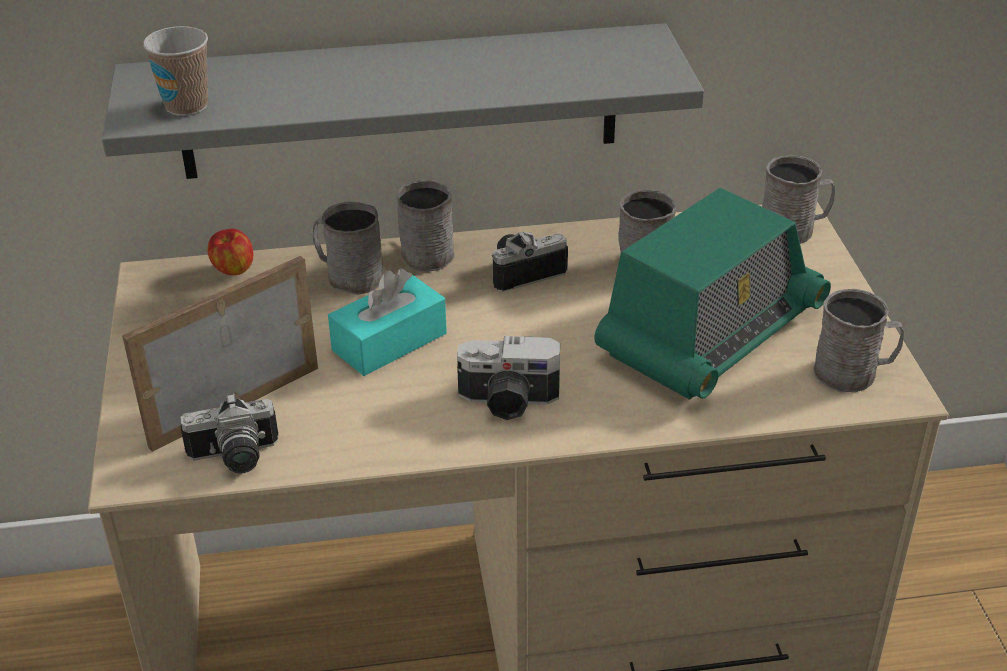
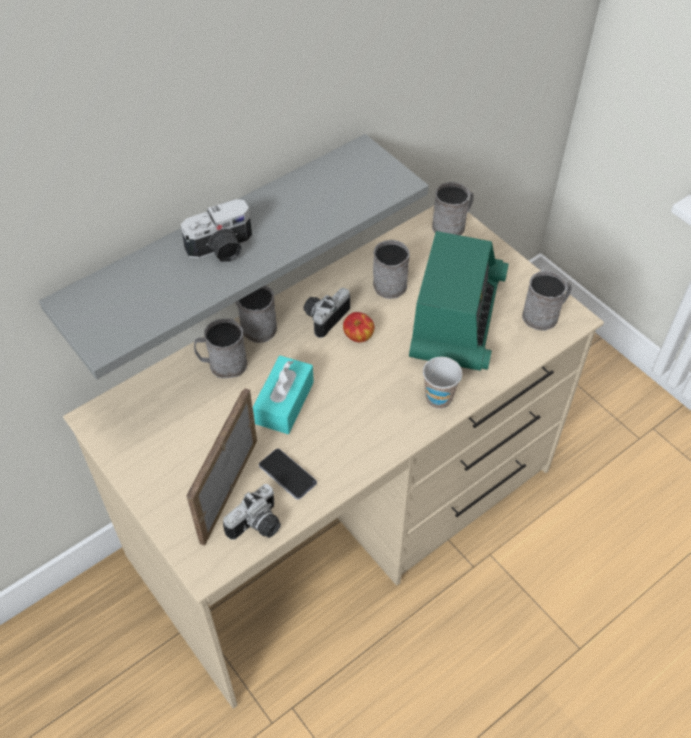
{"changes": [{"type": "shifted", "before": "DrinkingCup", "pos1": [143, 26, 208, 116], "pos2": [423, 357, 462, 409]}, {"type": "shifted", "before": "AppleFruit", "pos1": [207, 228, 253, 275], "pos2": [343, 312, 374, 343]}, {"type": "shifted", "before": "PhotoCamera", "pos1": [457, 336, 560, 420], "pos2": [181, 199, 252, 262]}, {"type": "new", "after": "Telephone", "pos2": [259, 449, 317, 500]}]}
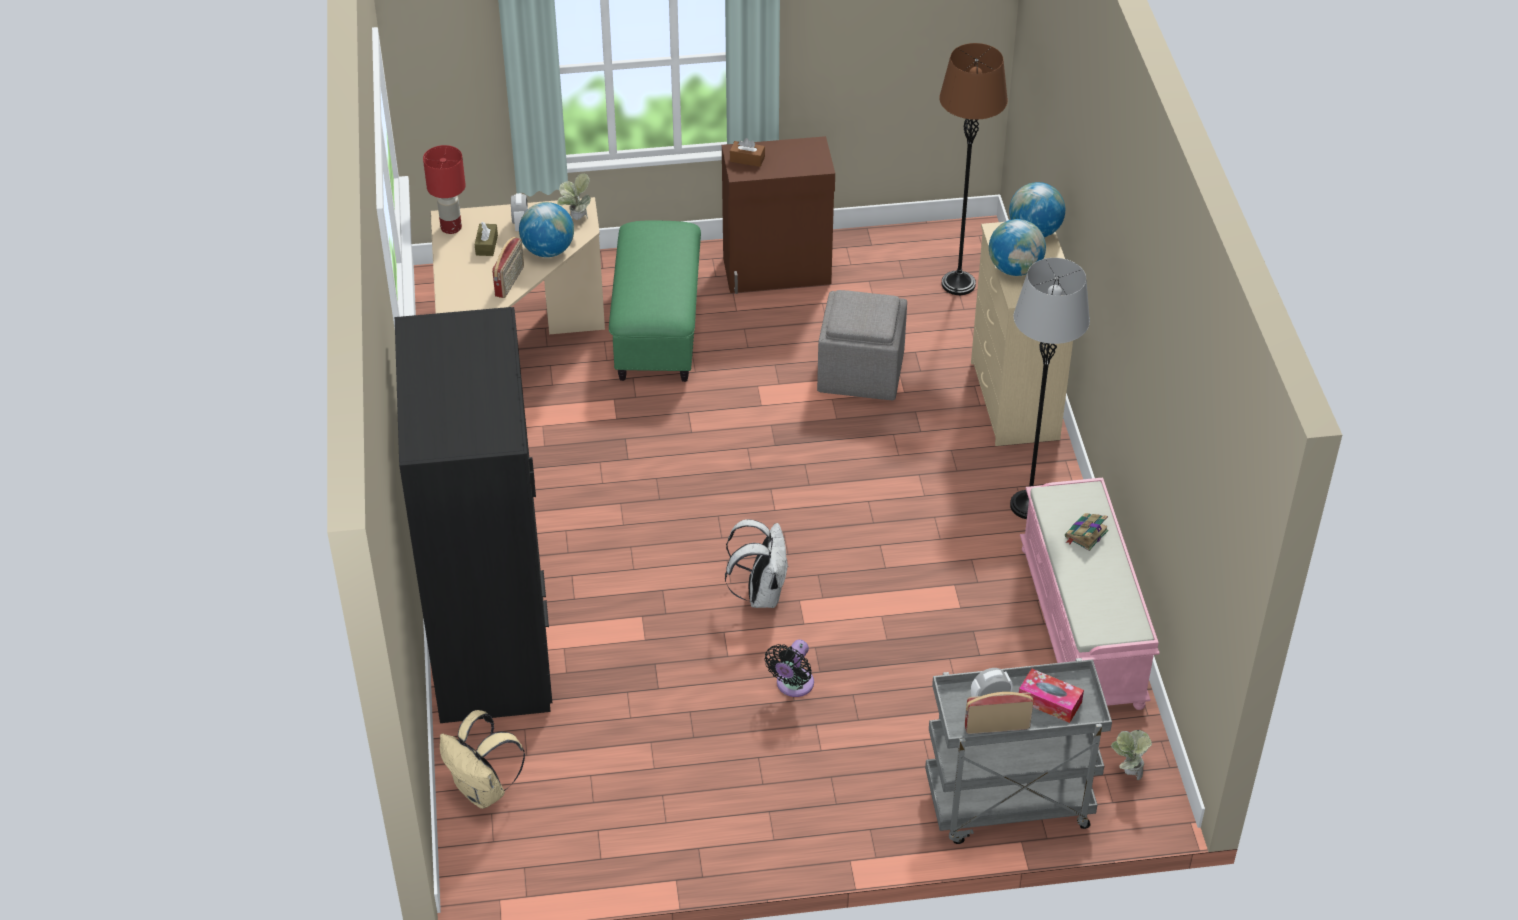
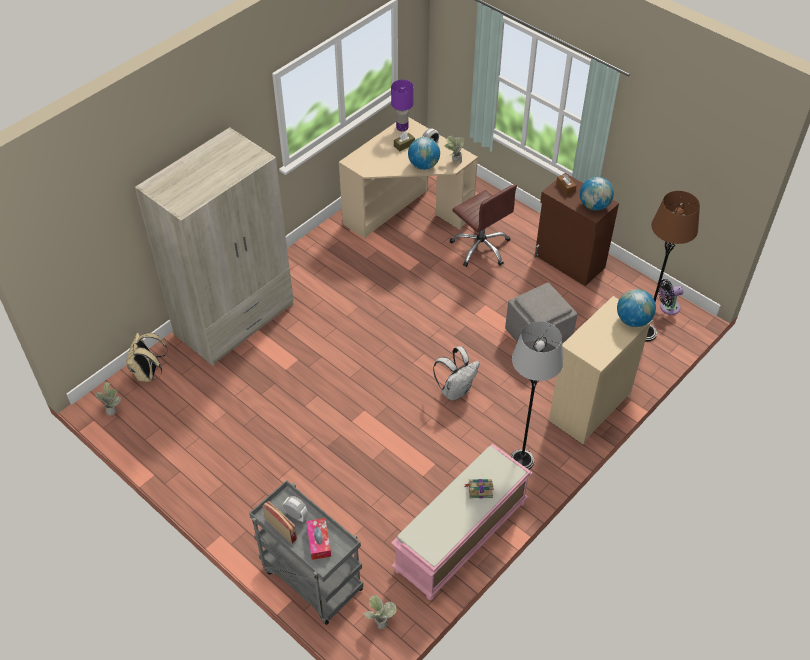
{"changes": [{"type": "repainted", "before": "BlackColouredClothesCupboard", "after": "SandColouredClothesCupboard", "pos1": [395, 307, 552, 723], "pos2": [135, 127, 294, 366]}, {"type": "repainted", "before": "RedColouredTableLamp", "after": "PurpleColouredTableLamp", "pos1": [423, 145, 466, 234], "pos2": [391, 80, 414, 131]}, {"type": "gone", "before": "RadioSet", "pos1": [492, 237, 524, 298]}, {"type": "swapped", "before": "GreenOttoman", "after": "BrownColouredOfficeChair", "pos1": [609, 221, 701, 382], "pos2": [449, 184, 517, 267]}, {"type": "shifted", "before": "WhitishKnapsack", "pos1": [725, 519, 788, 608], "pos2": [433, 346, 480, 401]}, {"type": "shifted", "before": "BlackColouredCoolingFan", "pos1": [764, 639, 814, 697], "pos2": [658, 279, 683, 315]}, {"type": "shifted", "before": "WorldGlobe", "pos1": [989, 219, 1046, 276], "pos2": [580, 177, 614, 211]}, {"type": "new", "after": "Houseplant", "pos2": [95, 382, 121, 416]}]}
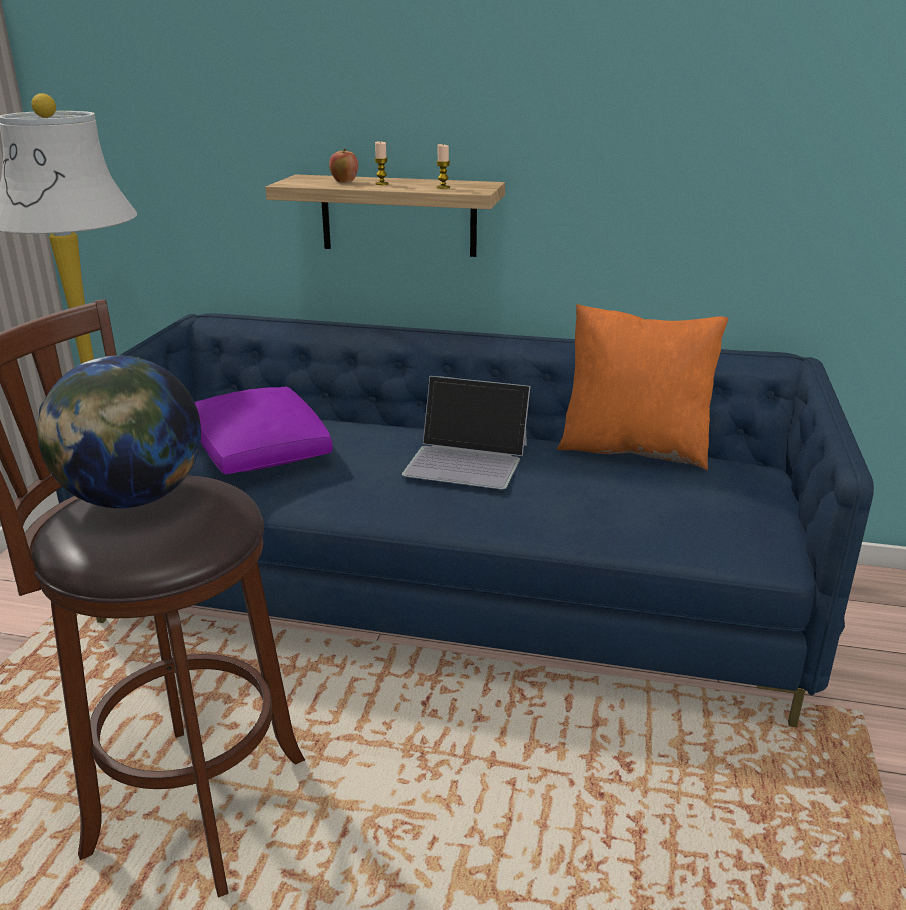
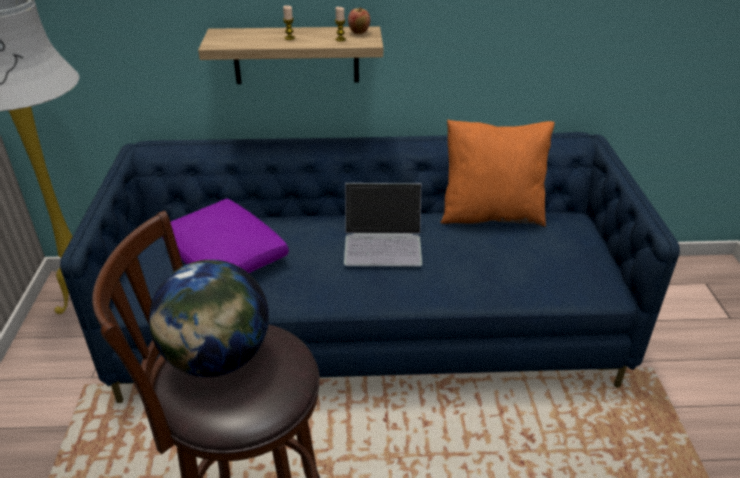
{"changes": [{"type": "shifted", "before": "AppleFruit", "pos1": [329, 149, 358, 183], "pos2": [348, 8, 370, 34]}]}
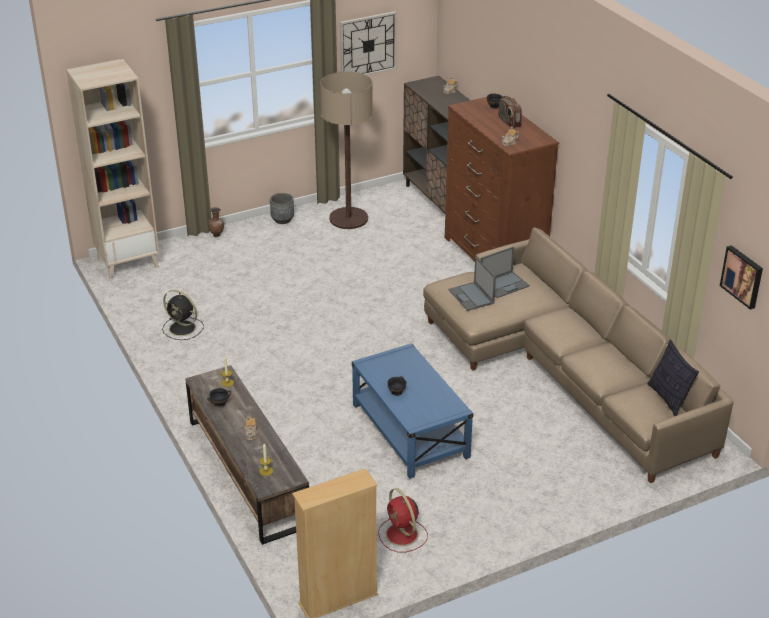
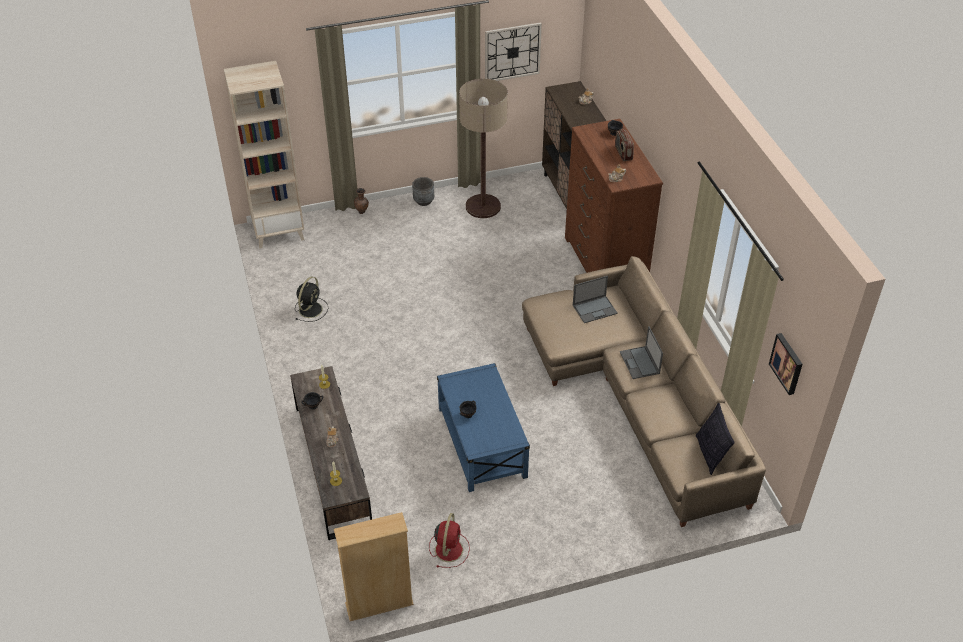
{"changes": [{"type": "rotated", "before": "BlackColouredCoolingFan", "pos1": [162, 290, 204, 340], "pos2": [295, 277, 328, 322], "turn": -105}, {"type": "rotated", "before": "RedColouredCoolingFan", "pos1": [378, 488, 428, 553], "pos2": [429, 513, 470, 568], "turn": -150}, {"type": "shifted", "before": "Laptop", "pos1": [448, 257, 496, 311], "pos2": [620, 326, 663, 379]}]}
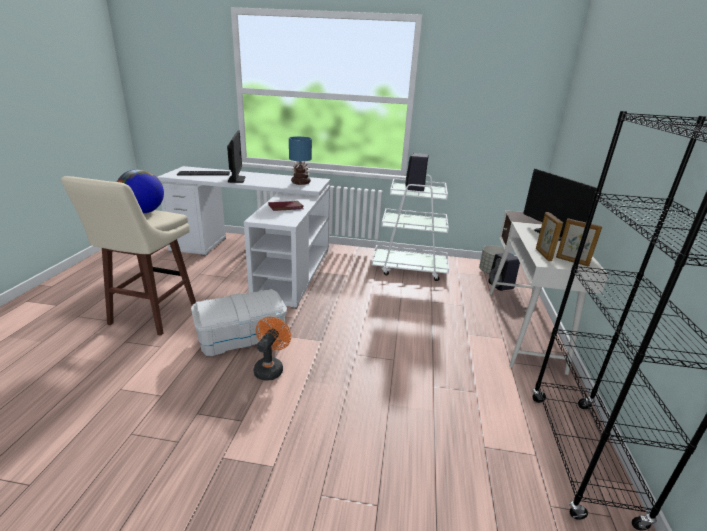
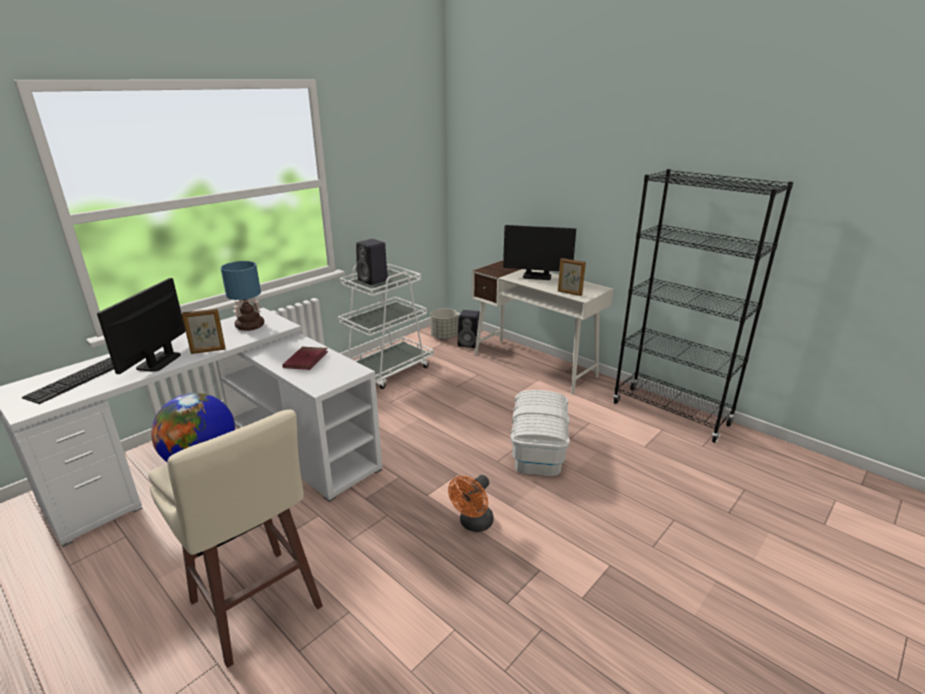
{"changes": [{"type": "shifted", "before": "WhitishStorageBox", "pos1": [191, 289, 287, 356], "pos2": [510, 390, 570, 476]}, {"type": "rotated", "before": "ComputerDisplay", "pos1": [227, 130, 245, 183], "pos2": [97, 278, 186, 374], "turn": -105}, {"type": "rotated", "before": "OrangeyCoolingFan", "pos1": [254, 317, 291, 381], "pos2": [448, 475, 494, 532], "turn": -105}, {"type": "shifted", "before": "PictureFrame", "pos1": [556, 218, 602, 267], "pos2": [182, 309, 225, 354]}]}
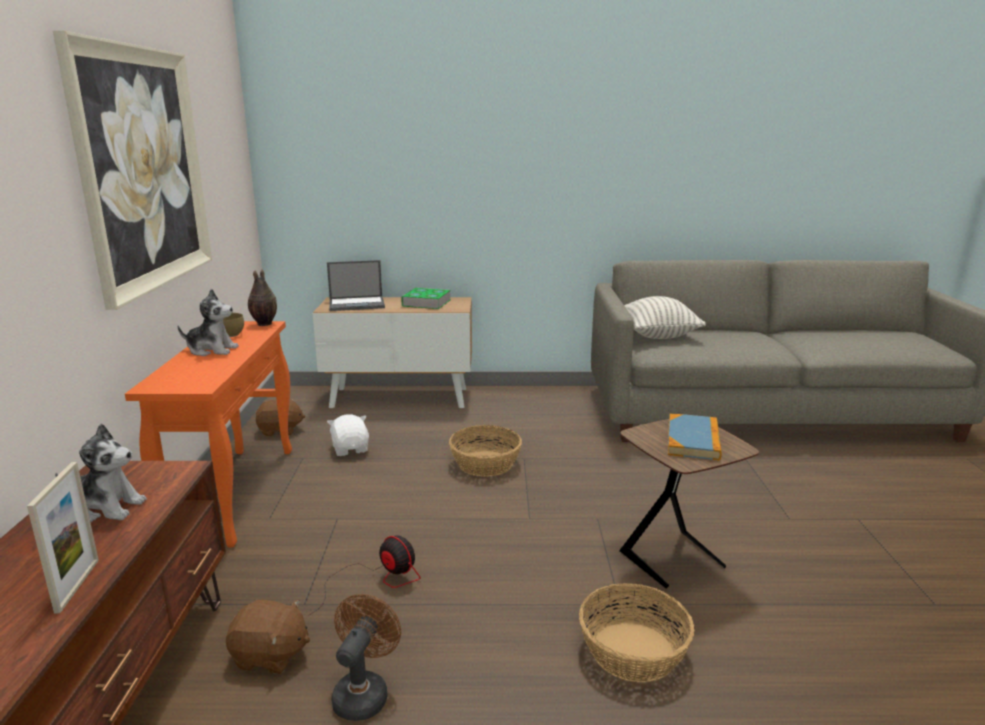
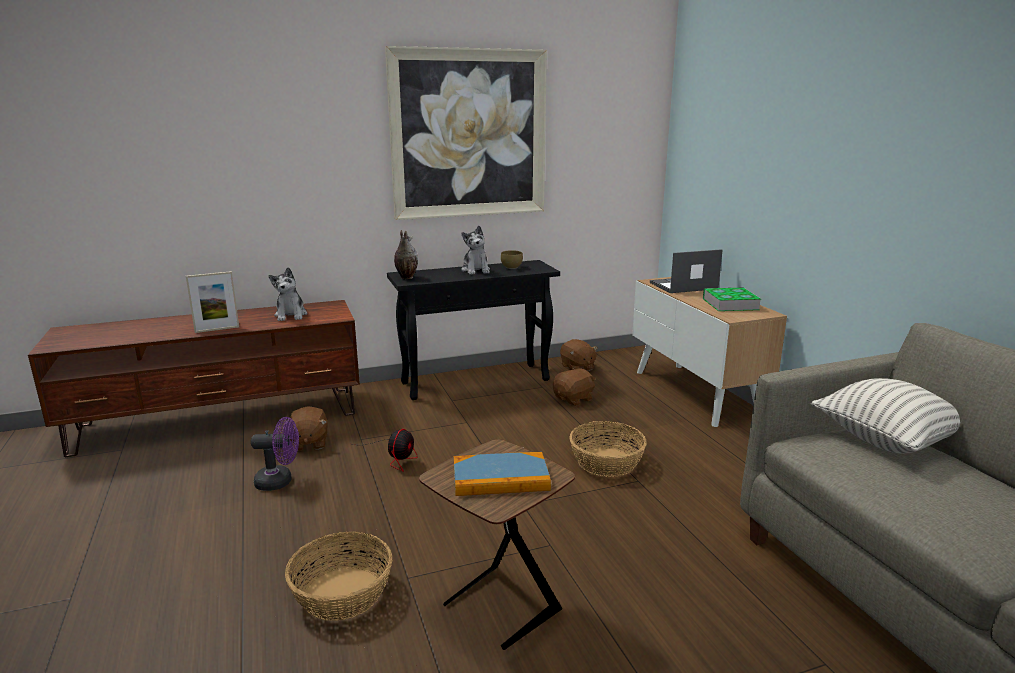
{"changes": [{"type": "repainted", "before": "OrangeyNarrowTable", "after": "BlackColouredNarrowTable", "pos1": [125, 321, 292, 547], "pos2": [387, 260, 560, 400]}, {"type": "shifted", "before": "Vase", "pos1": [248, 270, 277, 326], "pos2": [394, 230, 418, 279]}, {"type": "rotated", "before": "Laptop", "pos1": [327, 260, 385, 311], "pos2": [650, 249, 723, 293], "turn": 105}, {"type": "repainted", "before": "WhitishSoftToy", "after": "BrownColouredSoftToy", "pos1": [327, 414, 369, 456], "pos2": [553, 367, 596, 406]}, {"type": "repainted", "before": "BrownColouredCoolingFan", "after": "PurpleColouredCoolingFan", "pos1": [332, 594, 401, 721], "pos2": [251, 417, 299, 491]}]}
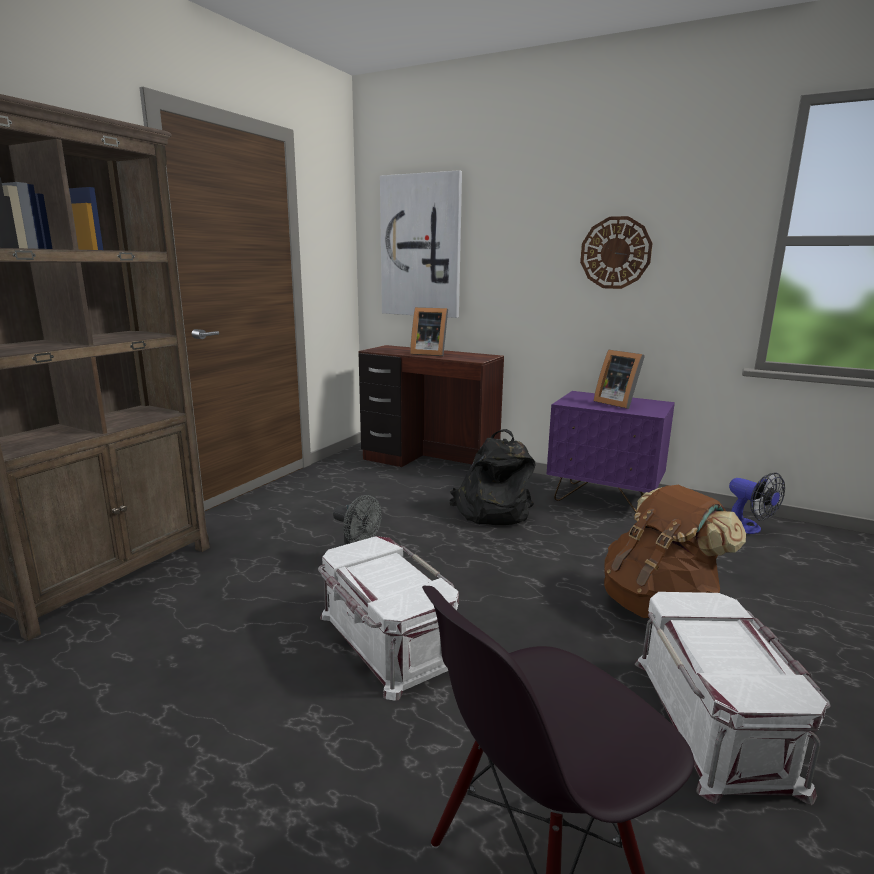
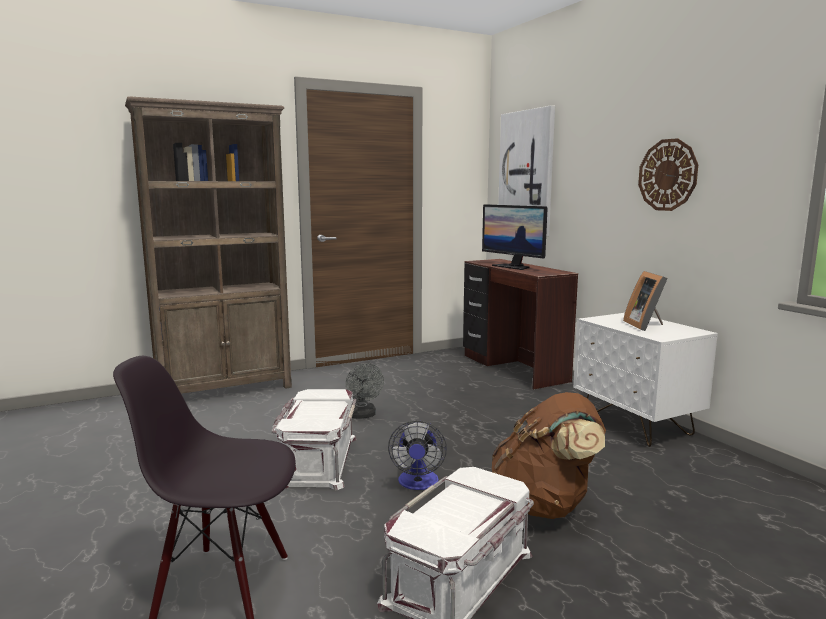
{"changes": [{"type": "swapped", "before": "PictureFrame", "after": "ComputerDisplay", "pos1": [410, 307, 448, 356], "pos2": [482, 204, 548, 270]}, {"type": "gone", "before": "BlackColouredKnapsack", "pos1": [450, 429, 536, 525]}, {"type": "repainted", "before": "PurpleColouredNightTable", "after": "WhitishNightTable", "pos1": [546, 391, 675, 513], "pos2": [573, 313, 718, 447]}, {"type": "shifted", "before": "CoolingFan", "pos1": [729, 473, 785, 534], "pos2": [388, 421, 447, 490]}]}
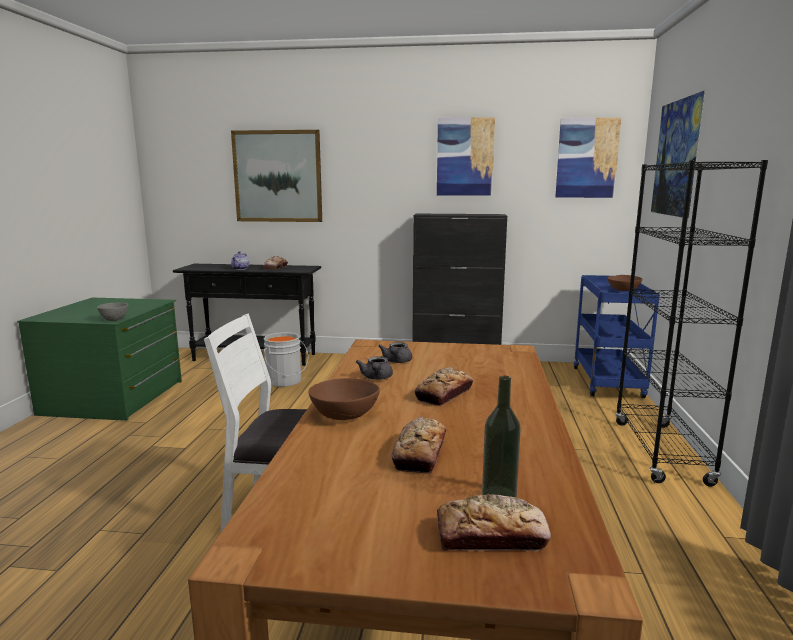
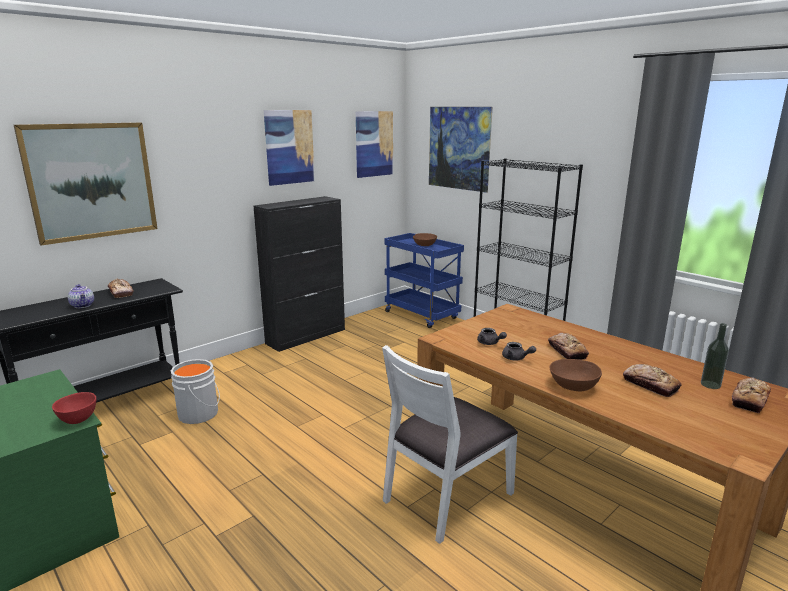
{"changes": [{"type": "repainted", "before": "GreyishServingBowl", "after": "RedColouredServingBowl", "pos1": [97, 303, 128, 321], "pos2": [52, 392, 96, 424]}]}
